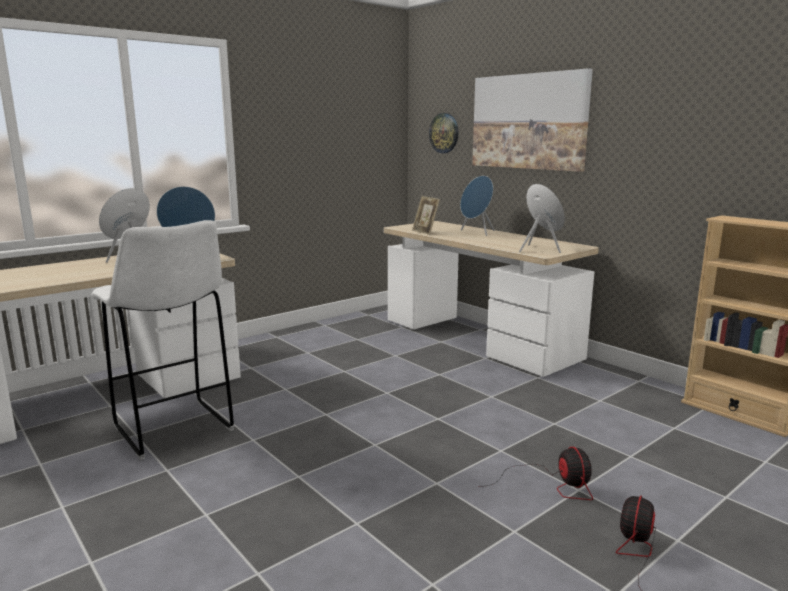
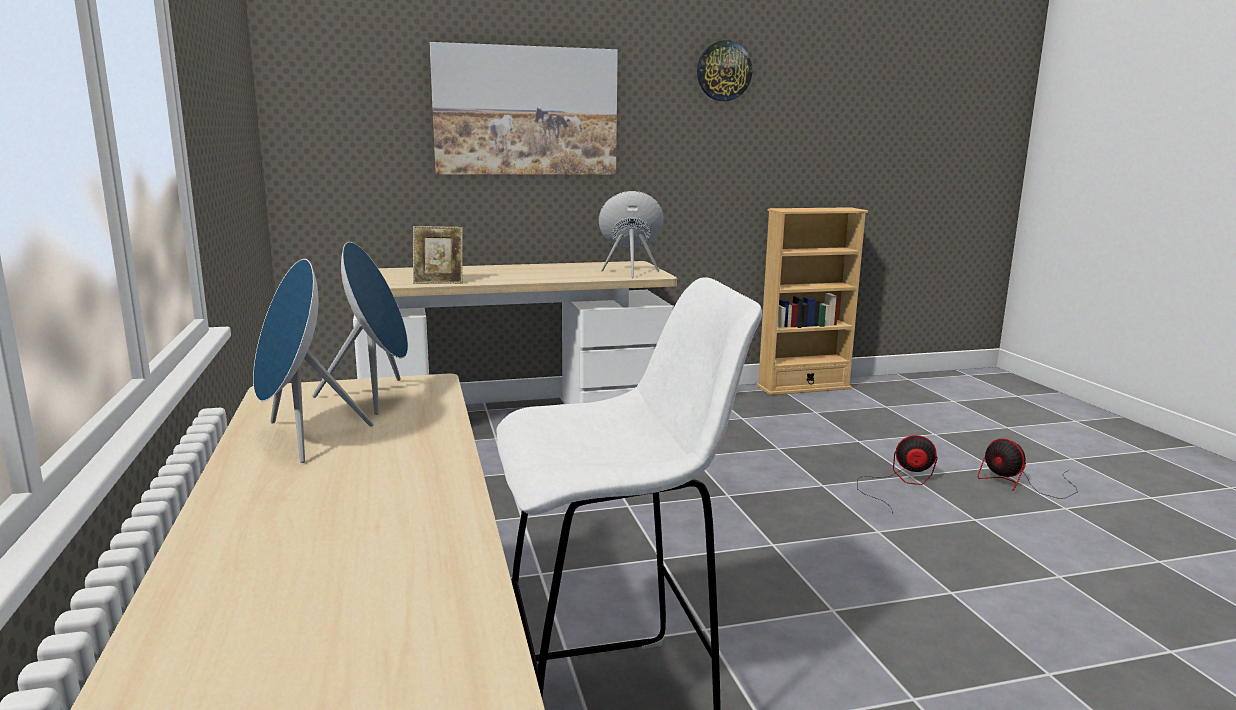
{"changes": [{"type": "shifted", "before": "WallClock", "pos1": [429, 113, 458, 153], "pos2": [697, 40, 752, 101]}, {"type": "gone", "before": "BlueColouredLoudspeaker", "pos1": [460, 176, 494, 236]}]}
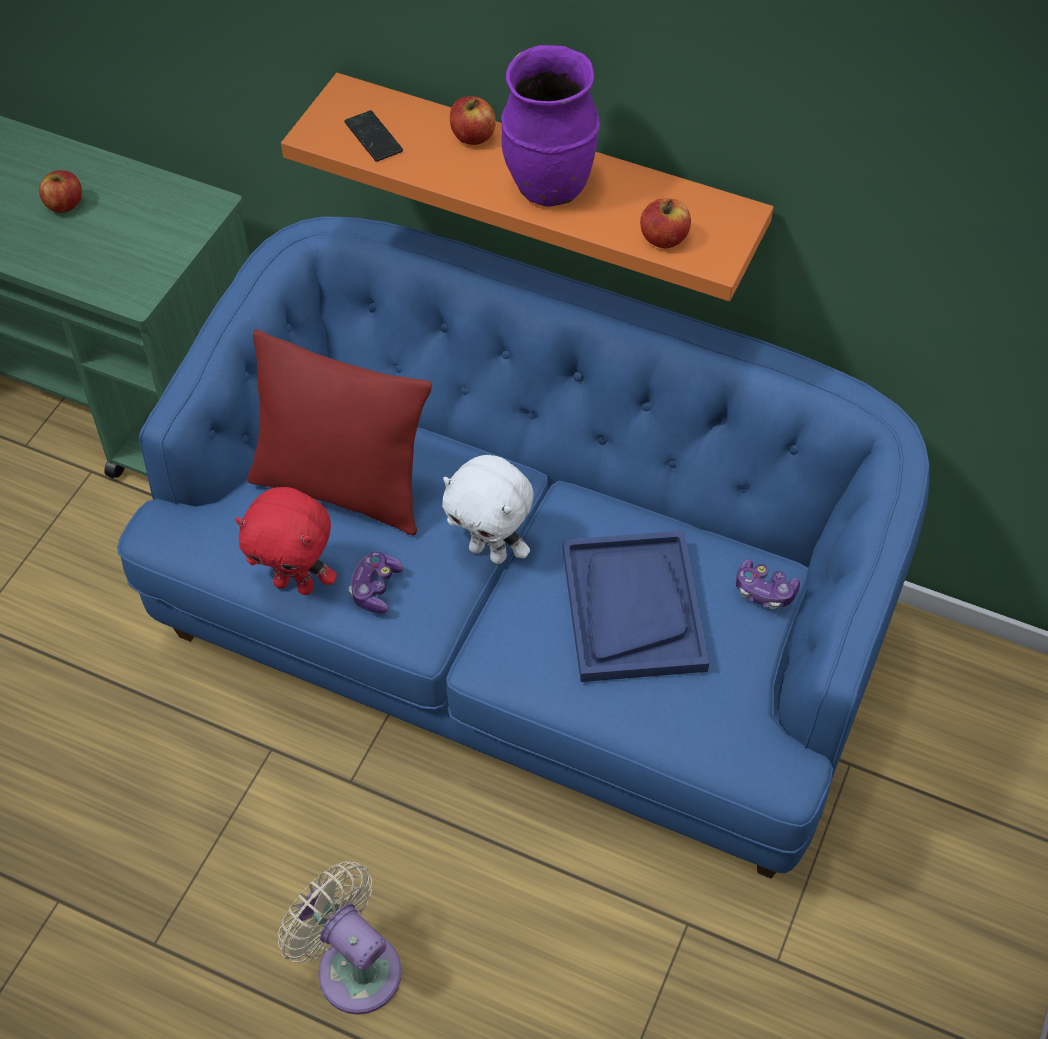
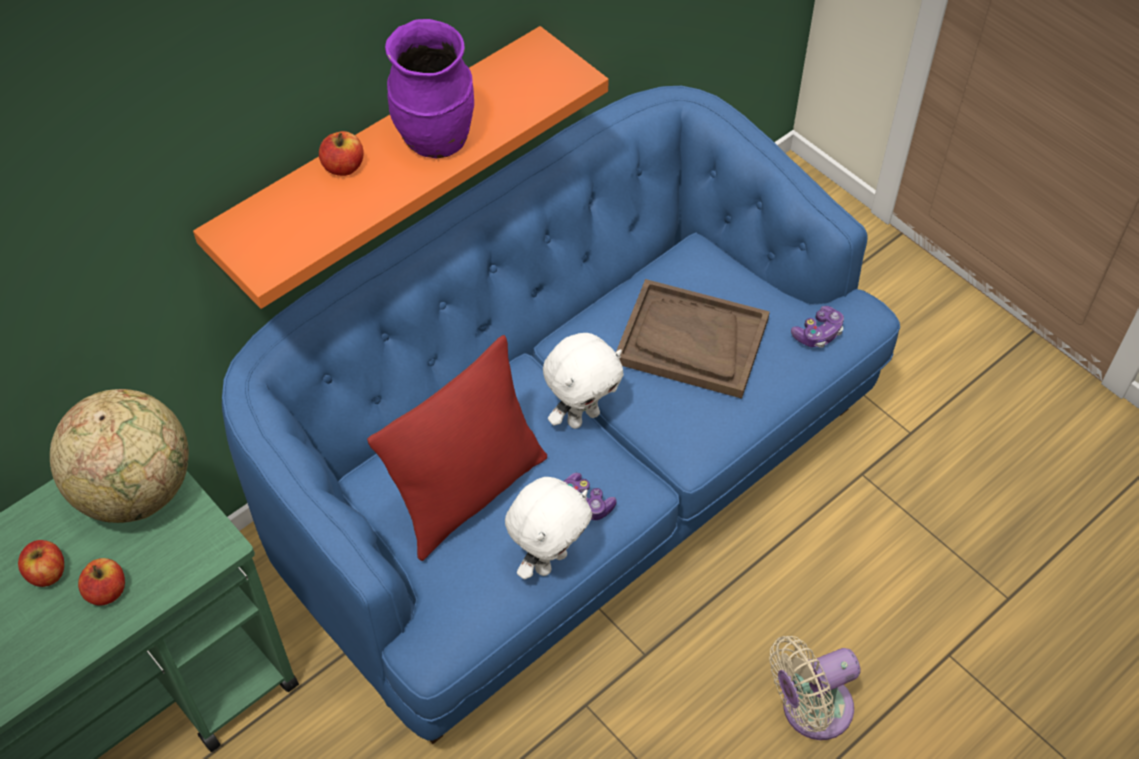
{"changes": [{"type": "repainted", "before": "RedColouredSoftToy", "after": "WhitishSoftToy", "pos1": [235, 487, 337, 595], "pos2": [505, 477, 592, 579]}, {"type": "gone", "before": "Telephone", "pos1": [344, 110, 403, 162]}, {"type": "repainted", "before": "BlueColouredTray", "after": "BrownColouredTray", "pos1": [563, 531, 709, 682], "pos2": [616, 279, 770, 399]}, {"type": "shifted", "before": "AppleFruit", "pos1": [640, 198, 691, 249], "pos2": [78, 558, 125, 606]}, {"type": "shifted", "before": "Gamepad", "pos1": [736, 560, 800, 609], "pos2": [791, 306, 844, 348]}, {"type": "new", "after": "WorldGlobe", "pos2": [50, 389, 189, 523]}]}
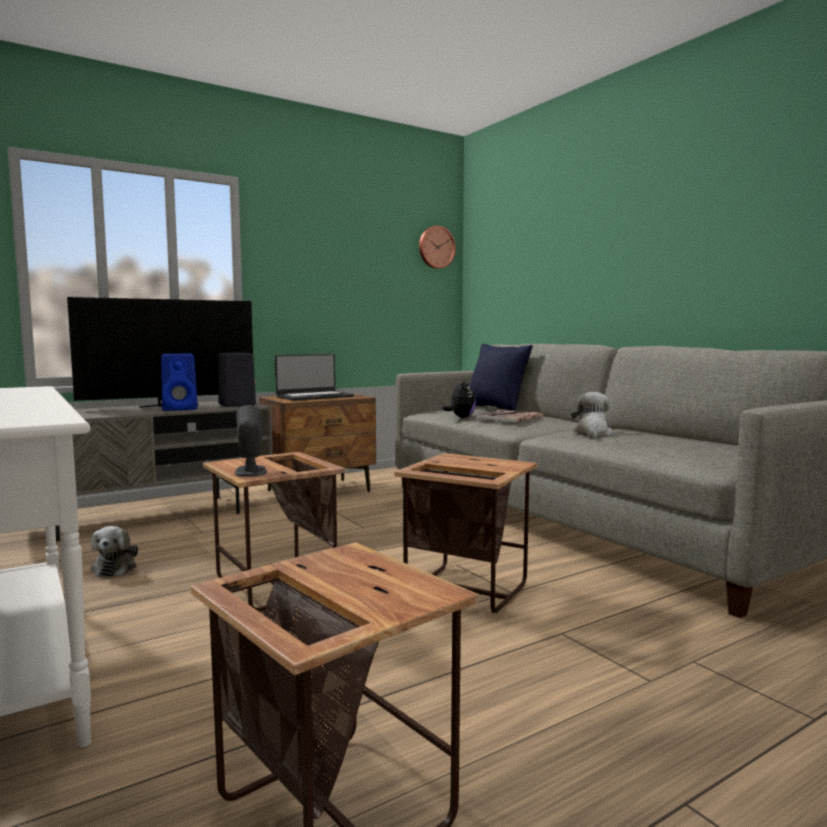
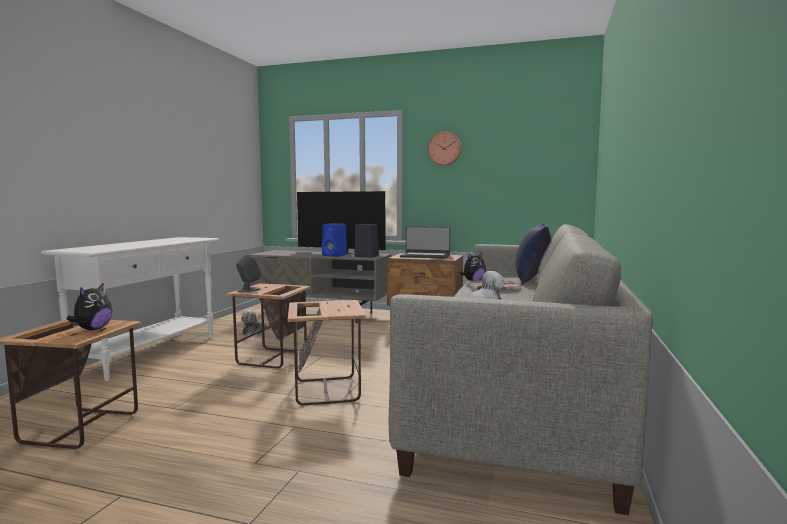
{"changes": [{"type": "shifted", "before": "WallClock", "pos1": [419, 226, 456, 269], "pos2": [428, 131, 461, 166]}, {"type": "new", "after": "SoftToy", "pos2": [67, 284, 113, 330]}]}
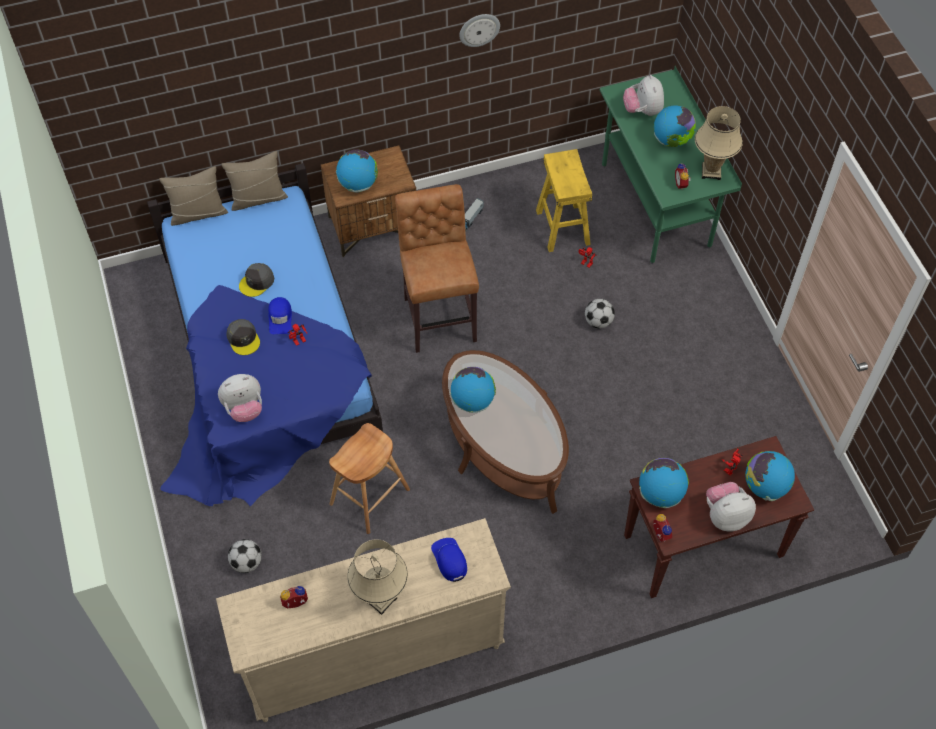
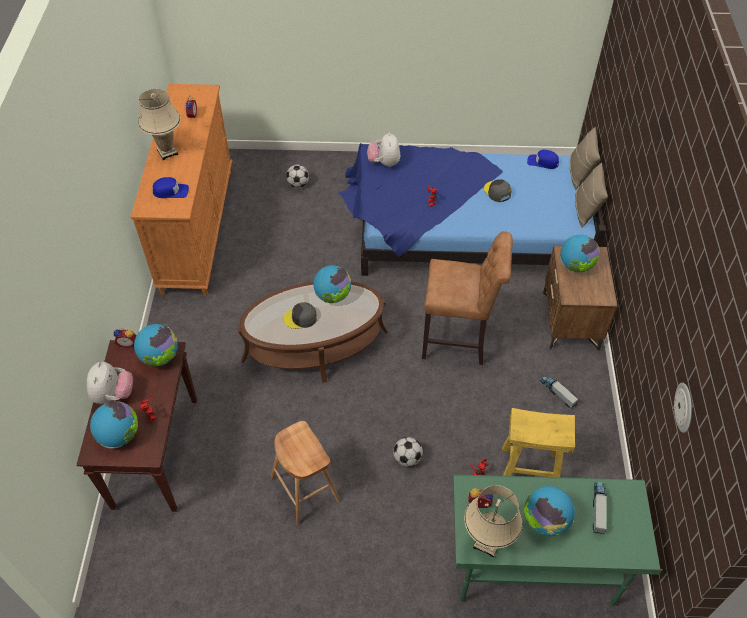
{"changes": [{"type": "repainted", "before": "SandColouredDresser", "after": "OrangeyDresser", "pos1": [216, 518, 511, 722], "pos2": [131, 84, 232, 296]}, {"type": "shifted", "before": "GreyishPeakedCap", "pos1": [227, 319, 260, 355], "pos2": [283, 302, 317, 329]}, {"type": "shifted", "before": "BlueColouredPeakedCap", "pos1": [268, 297, 292, 334], "pos2": [527, 150, 559, 169]}, {"type": "shifted", "before": "BrownColouredStoolSeat", "pos1": [329, 423, 410, 534], "pos2": [270, 421, 340, 525]}, {"type": "shifted", "before": "WallClock", "pos1": [459, 14, 500, 47], "pos2": [674, 383, 692, 433]}, {"type": "swapped", "before": "SoftToy", "after": "ToyLorry", "pos1": [623, 75, 664, 116], "pos2": [593, 482, 607, 534]}]}
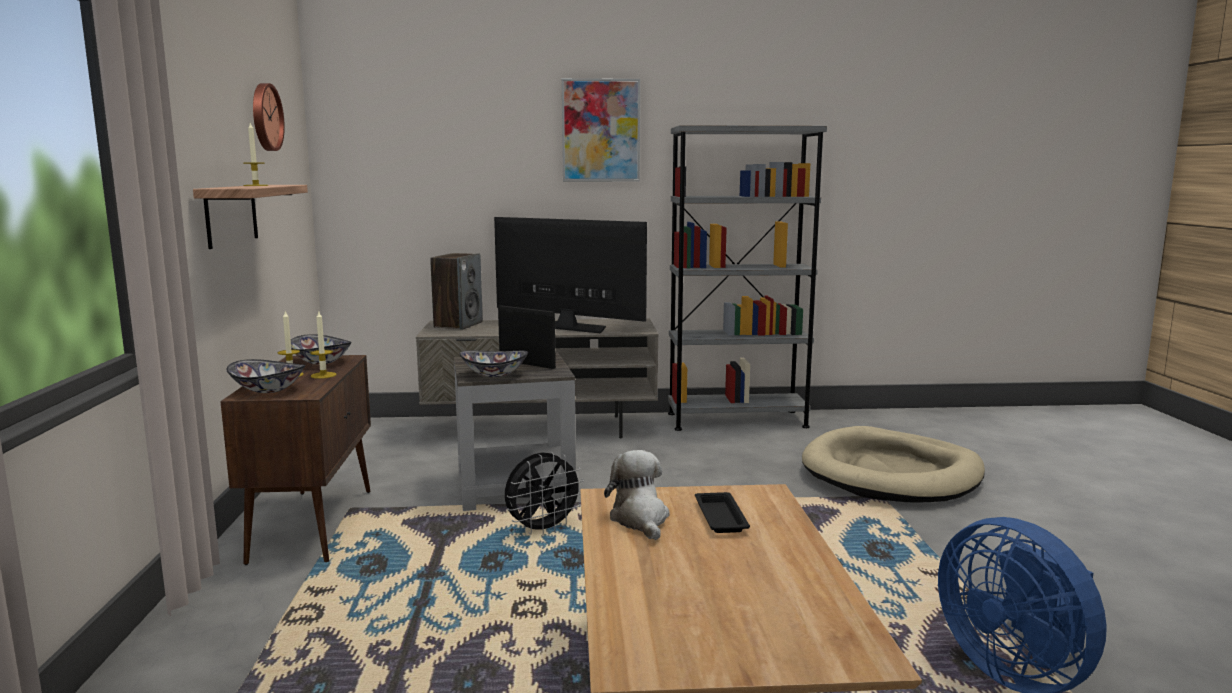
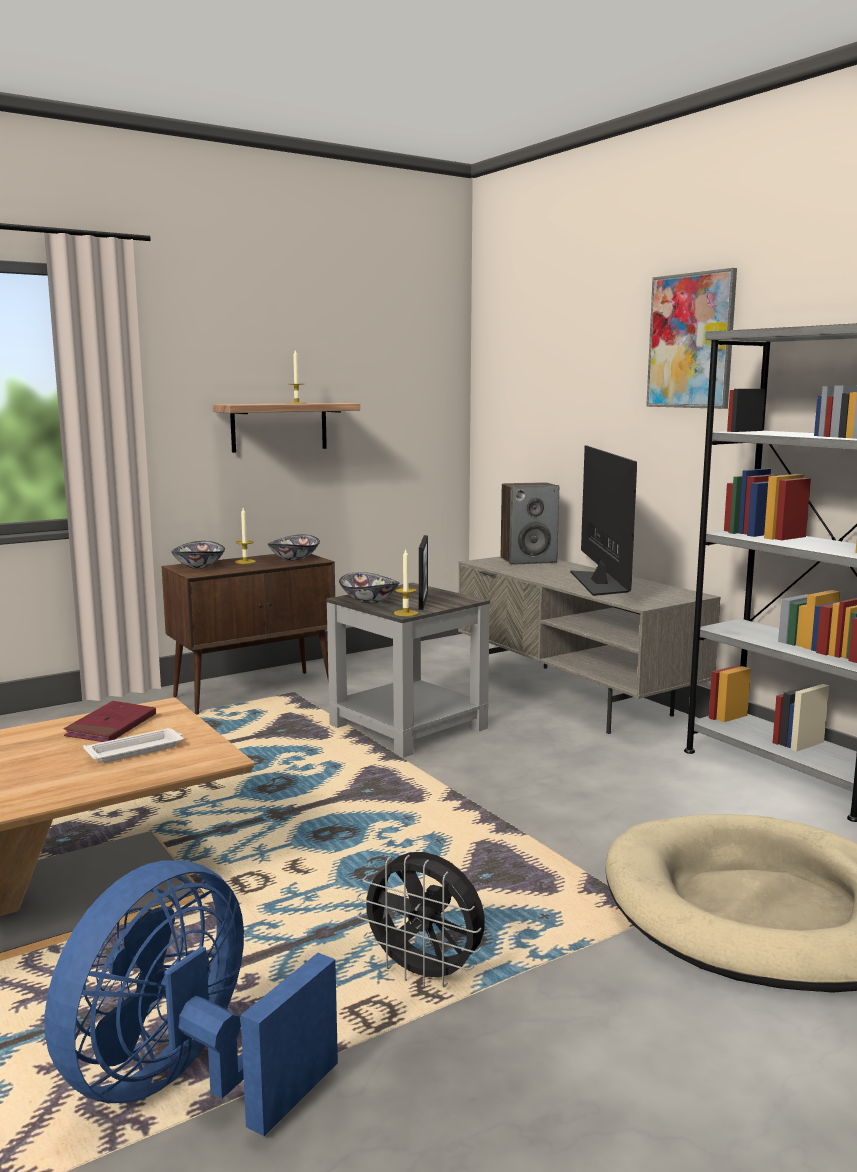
{"changes": [{"type": "gone", "before": "WallClock", "pos1": [253, 83, 285, 151]}, {"type": "shifted", "before": "Candle", "pos1": [311, 310, 337, 379], "pos2": [394, 548, 418, 616]}, {"type": "shifted", "before": "BlackColouredCoolingFan", "pos1": [505, 452, 584, 535], "pos2": [357, 852, 485, 987]}, {"type": "swapped", "before": "SoftToy", "after": "RedColouredVolume", "pos1": [604, 450, 669, 540], "pos2": [64, 701, 156, 742]}, {"type": "repainted", "before": "BlackColouredTray", "after": "WhitishTray", "pos1": [695, 492, 750, 533], "pos2": [83, 728, 183, 763]}]}
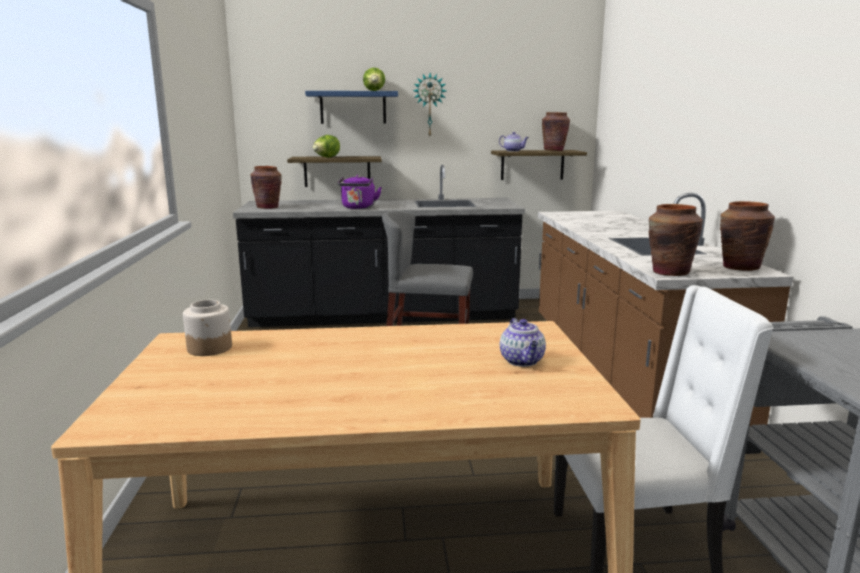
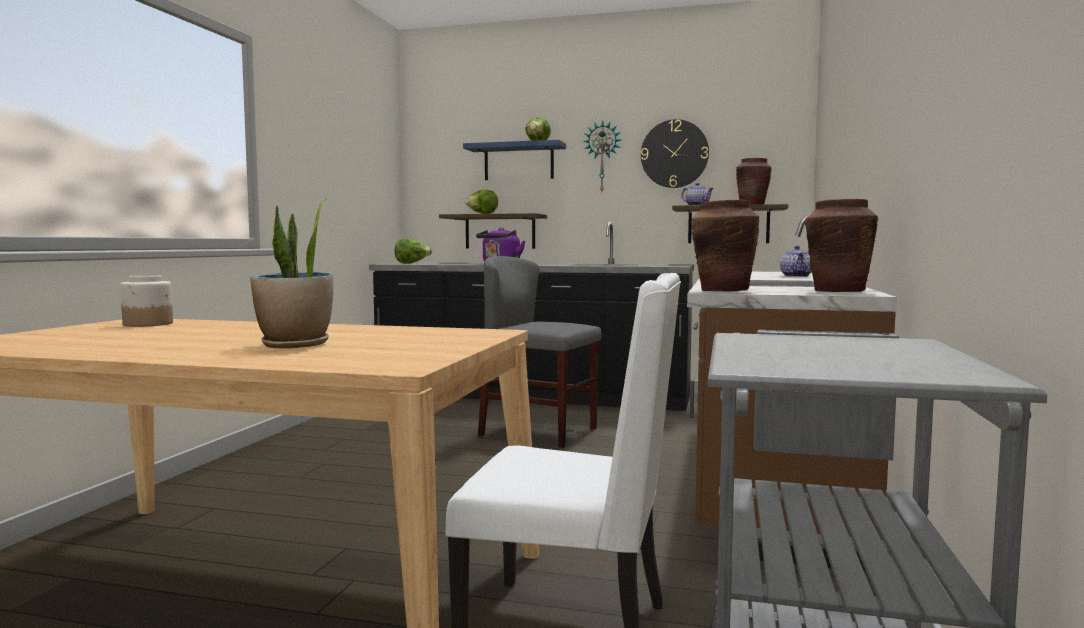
{"changes": [{"type": "swapped", "before": "BrownColouredVase", "after": "HeadOfLettuce", "pos1": [250, 166, 282, 209], "pos2": [394, 238, 432, 264]}, {"type": "shifted", "before": "Teapot", "pos1": [500, 318, 546, 367], "pos2": [780, 245, 812, 277]}, {"type": "new", "after": "Houseplant", "pos2": [250, 197, 333, 348]}, {"type": "new", "after": "WallClock", "pos2": [641, 119, 709, 188]}]}
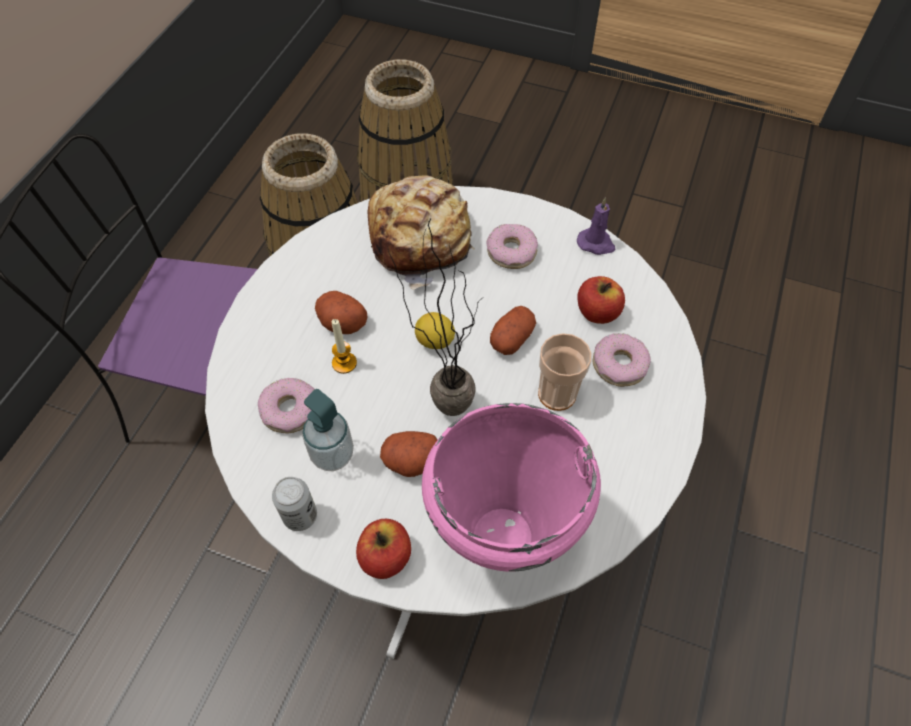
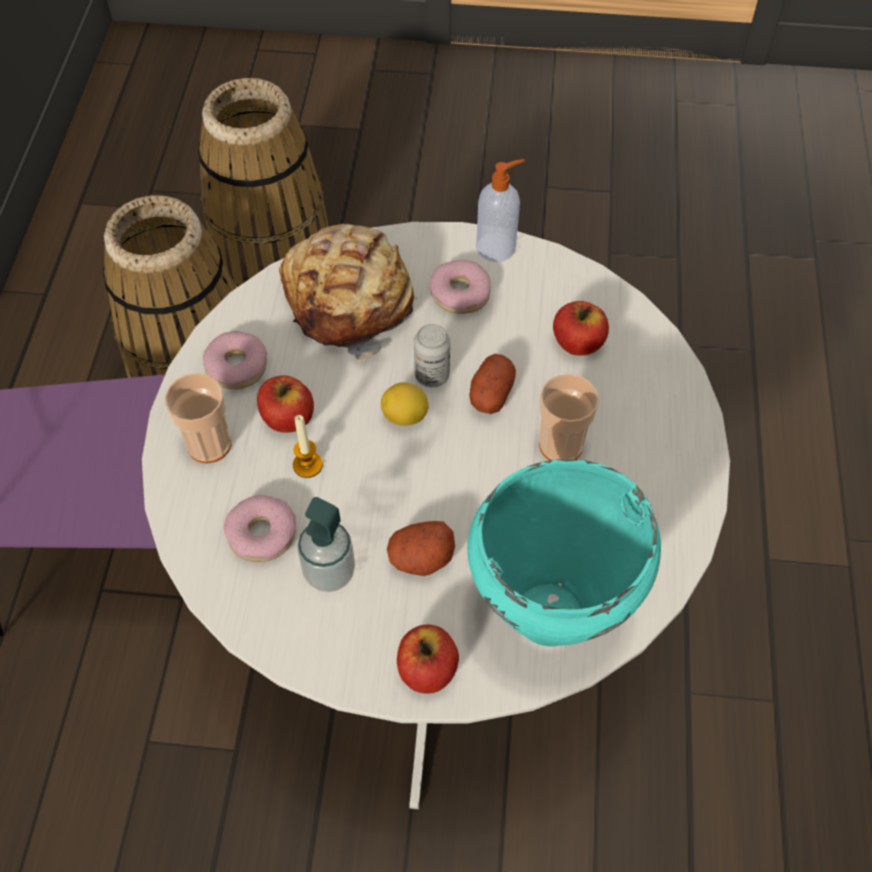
{"changes": [{"type": "shifted", "before": "SealedCan", "pos1": [272, 477, 317, 531], "pos2": [414, 324, 450, 387]}, {"type": "swapped", "before": "Potato", "after": "AppleFruit", "pos1": [315, 291, 368, 334], "pos2": [257, 375, 314, 433]}, {"type": "gone", "before": "Houseplant", "pos1": [387, 218, 481, 416]}, {"type": "repainted", "before": "PinkColouredStockpot", "after": "TurquoiseColouredStockpot", "pos1": [422, 403, 601, 572], "pos2": [467, 459, 661, 646]}, {"type": "gone", "before": "PurpleColouredCandle", "pos1": [577, 197, 615, 255]}, {"type": "shifted", "before": "Donut", "pos1": [593, 333, 651, 387], "pos2": [203, 331, 267, 390]}, {"type": "new", "after": "DrinkingCup", "pos2": [165, 373, 232, 464]}, {"type": "new", "after": "LiquidSoapBottle", "pos2": [476, 159, 525, 262]}]}
